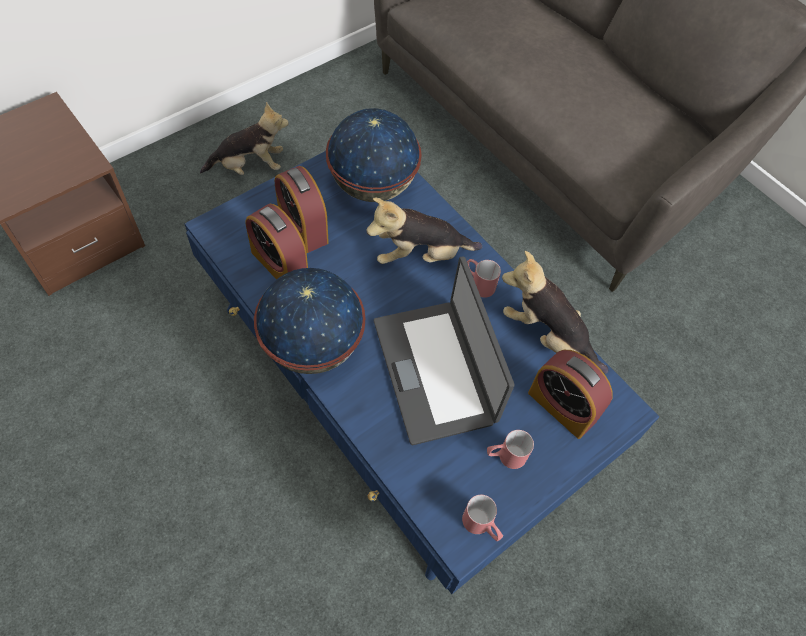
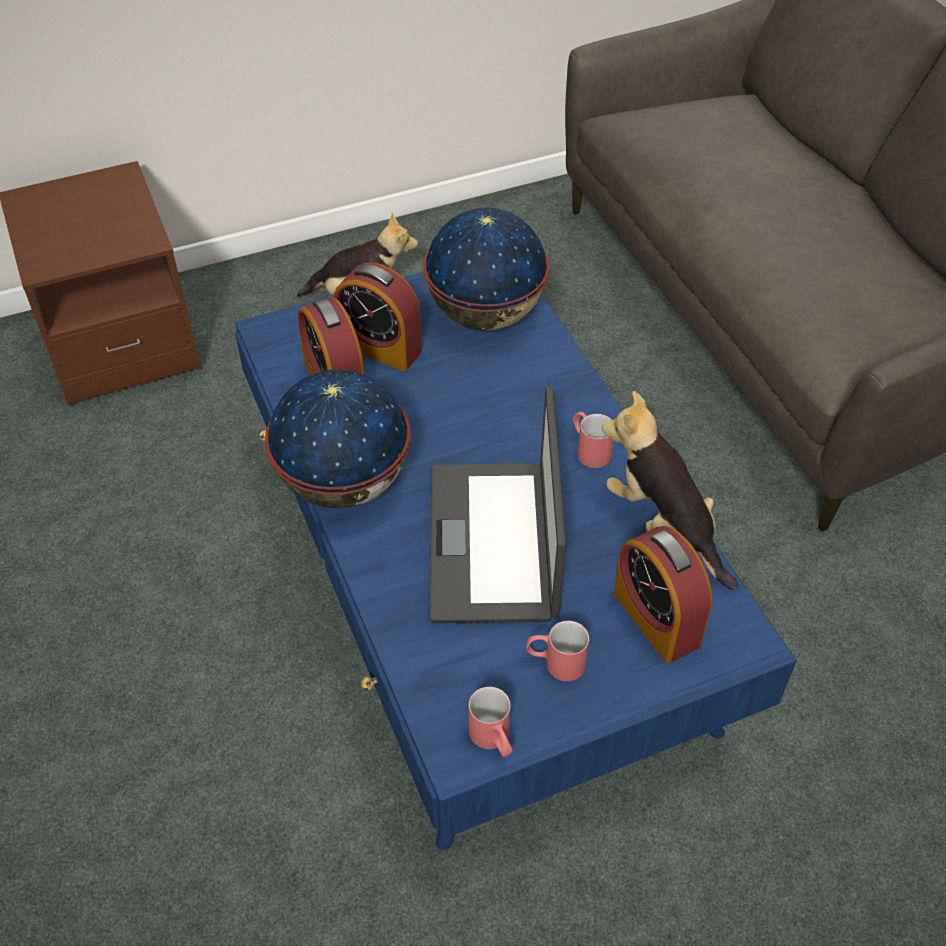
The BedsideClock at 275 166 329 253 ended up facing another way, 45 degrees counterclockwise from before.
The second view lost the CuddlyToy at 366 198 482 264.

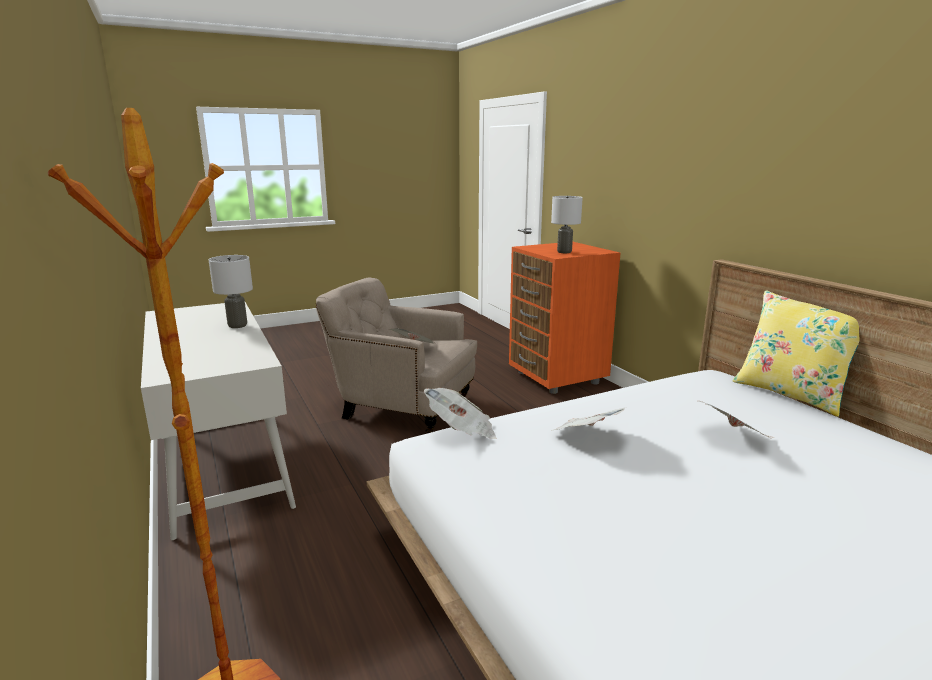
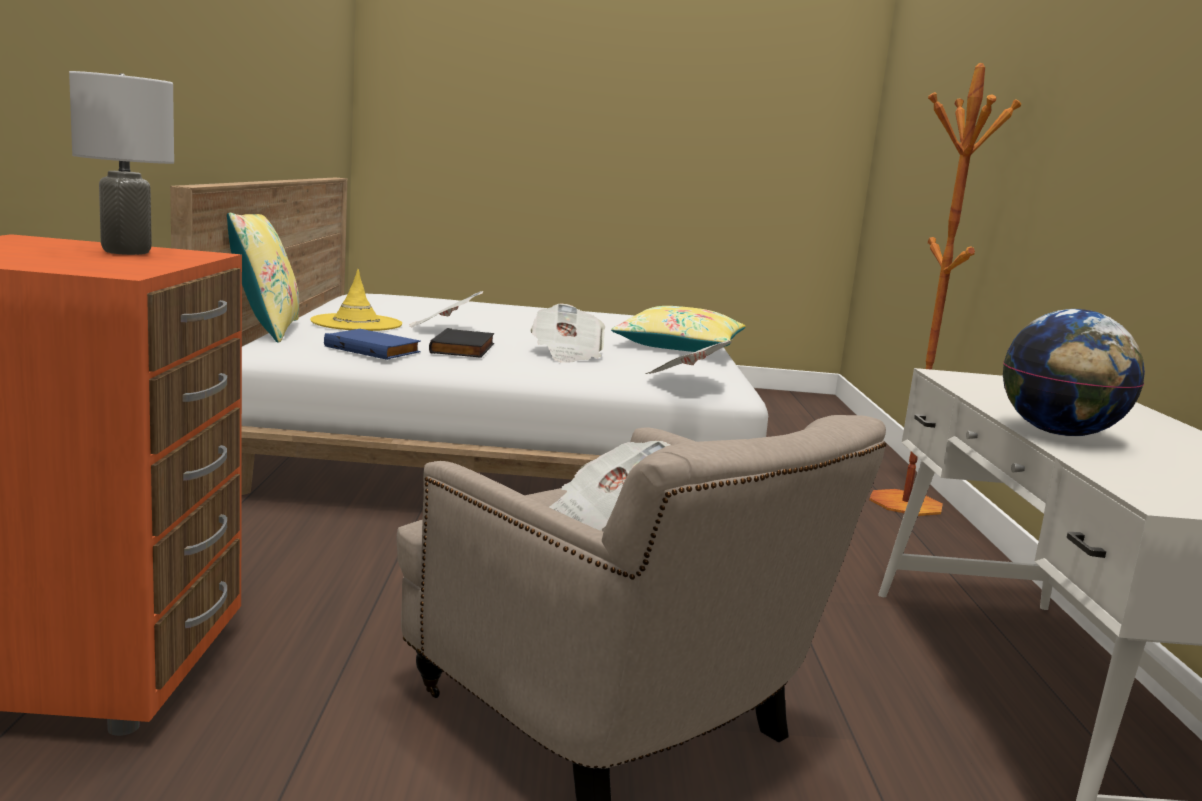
Where the WhiteLampForATable stood at 208 255 253 328, the DeskGlobe came to stand at 1003 309 1145 436.
The second view gained the YellowClothingHat at 310 269 402 331.
The second view gained the BlueColouredBook at 324 329 421 360.
The second view gained the BlackColouredBook at 429 328 495 358.
The second view gained the YellowPillow at 611 306 745 352.

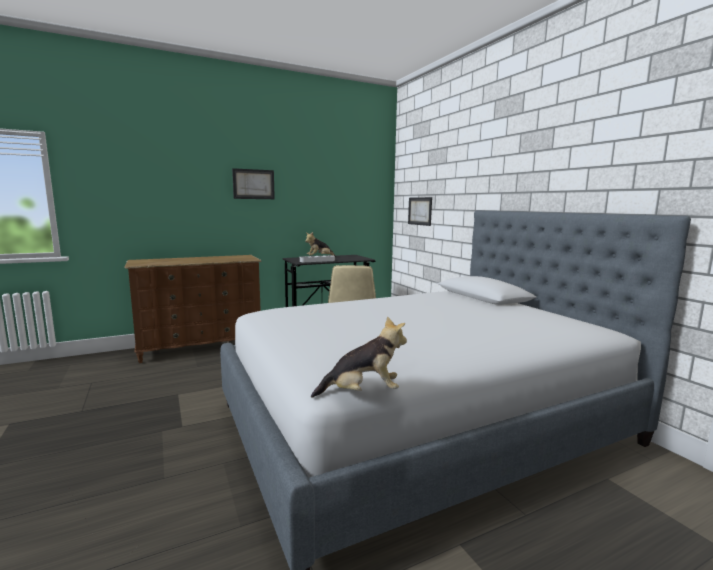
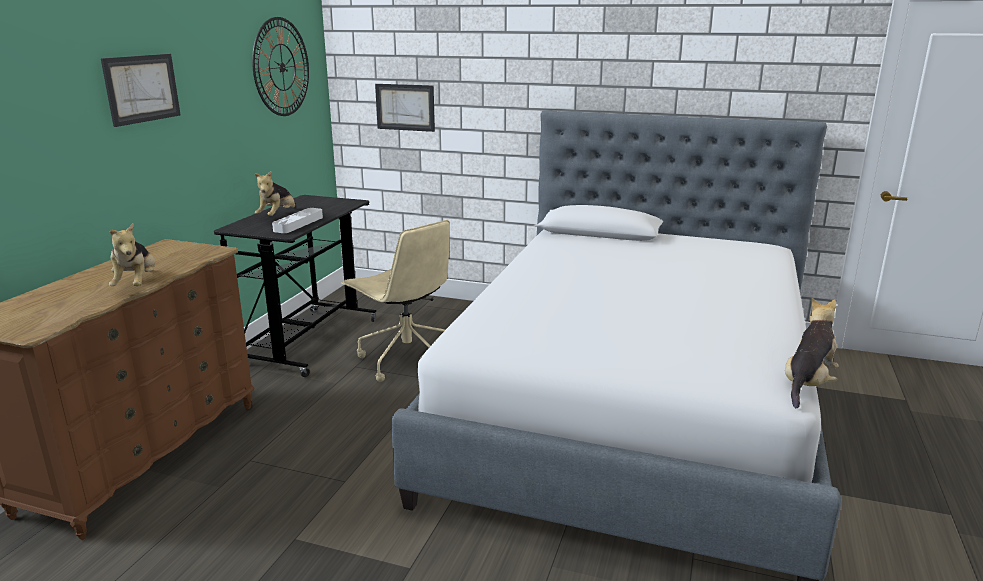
The second view gained the CuddlyToy at 109 224 155 286.
The second view gained the ClockOnTheWall at 252 17 309 116.

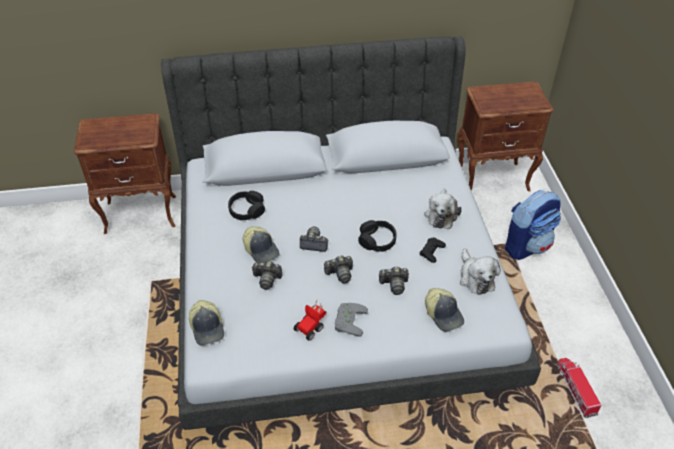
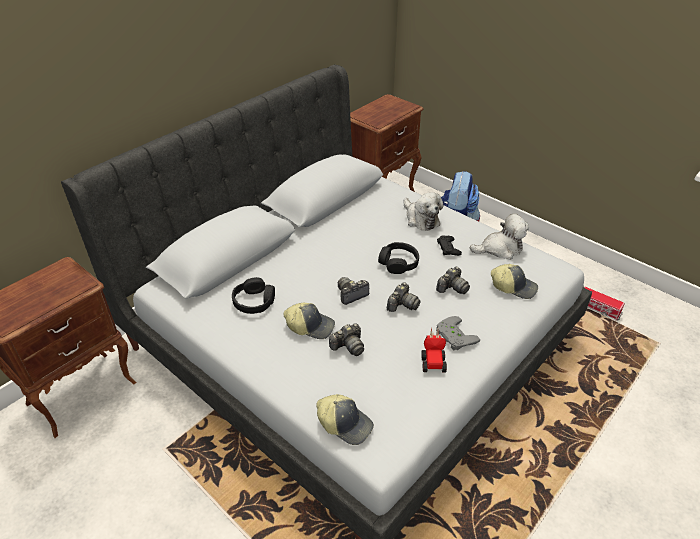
The CuddlyToy at 460 248 501 295 ended up facing another way, 45 degrees counterclockwise from before.

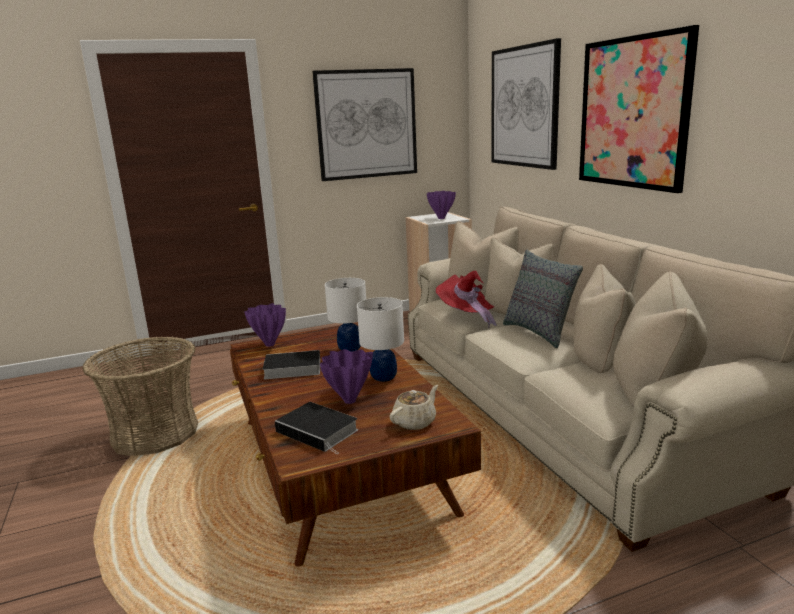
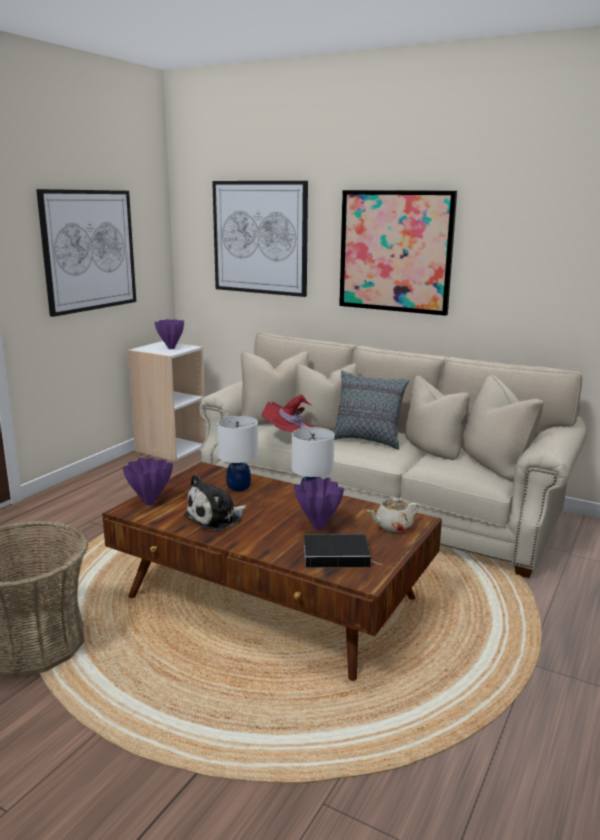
Where the Book stood at 256 350 320 379, the CuddlyToy came to stand at 184 474 246 530.
The SandColouredTeapot at 390 385 438 430 ended up facing another way, 120 degrees counterclockwise from before.

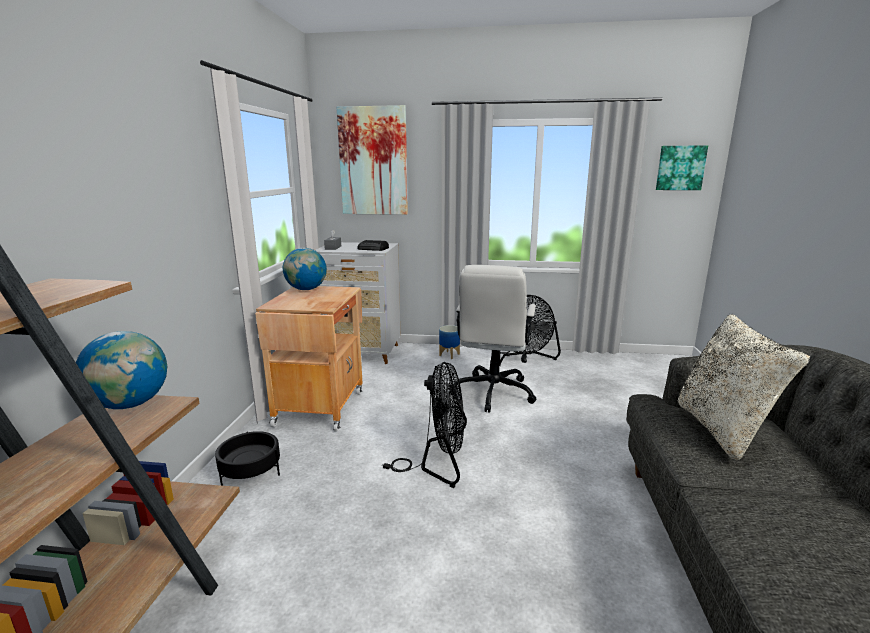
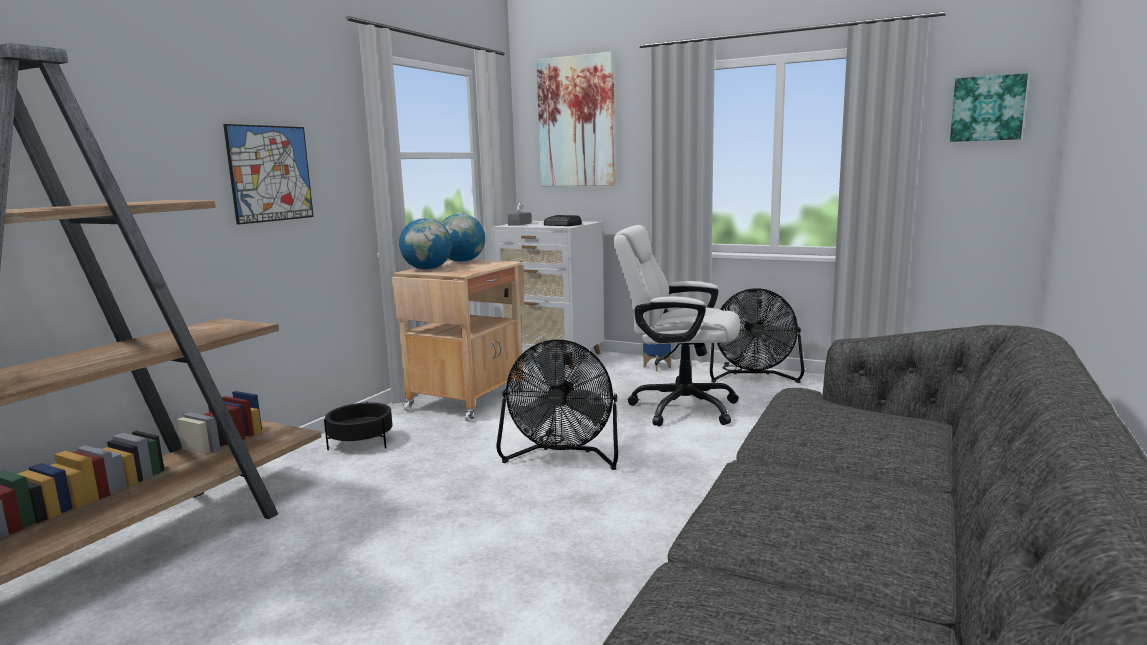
The DeskGlobe ended up elsewhere, having gone from 76 331 167 409 to 399 218 452 270.
The BlackColouredElectricFan at 382 362 467 488 ended up facing another way, 75 degrees clockwise from before.
The WhiteComputerChair at 449 265 536 413 ended up facing another way, 75 degrees clockwise from before.
The second view lost the SandColouredPillow at 678 314 810 461.
The second view gained the WallPicture at 223 124 314 225.

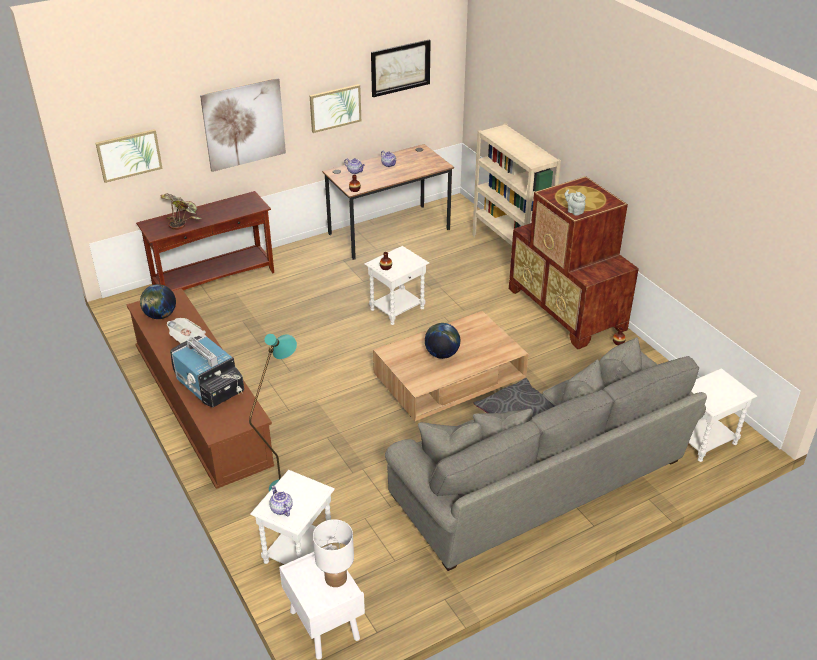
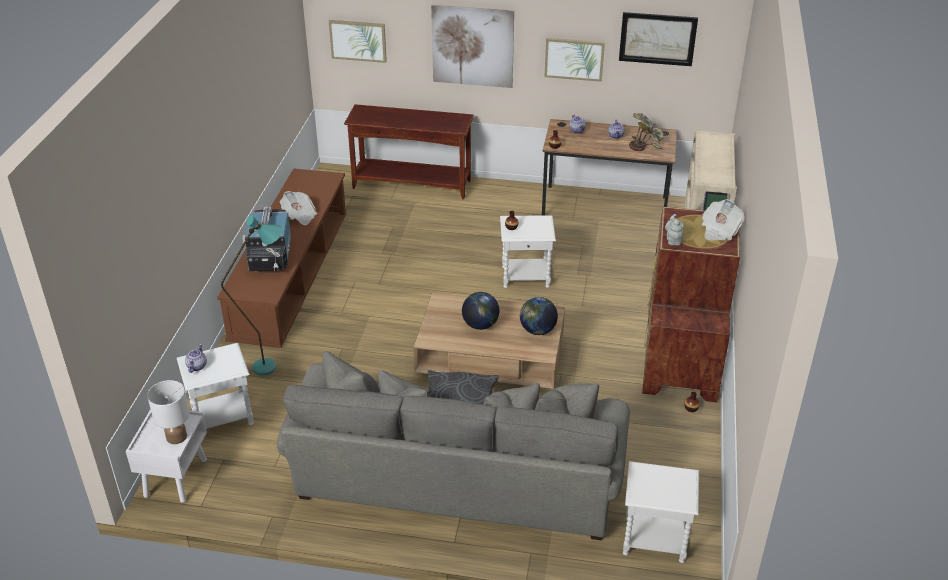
The DeskGlobe ended up elsewhere, having gone from 140 284 176 319 to 520 297 558 335.
The PlantInAPot ended up elsewhere, having gone from 160 193 202 230 to 629 113 664 151.
The second view gained the DailyPaper at 702 199 745 241.

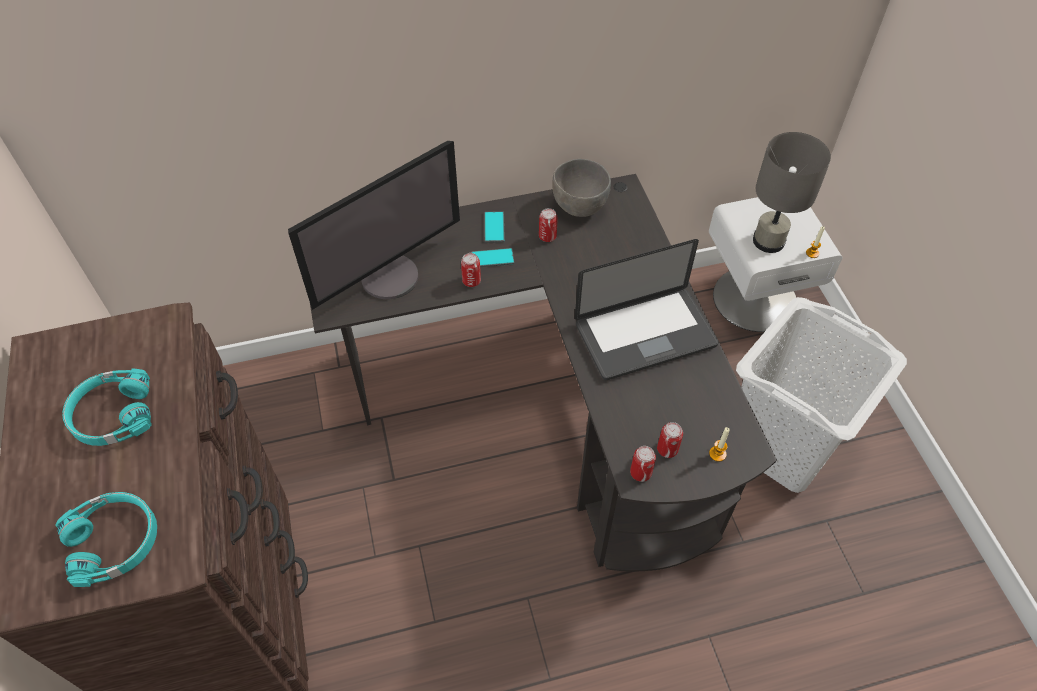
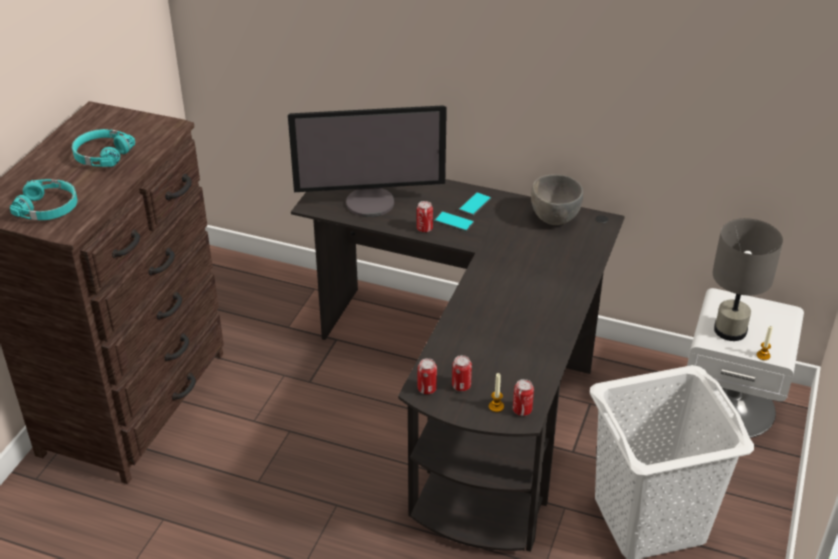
The SealedCan ended up elsewhere, having gone from 539 208 558 242 to 513 379 534 416.
The second view lost the PortableComputer at 575 239 719 380.

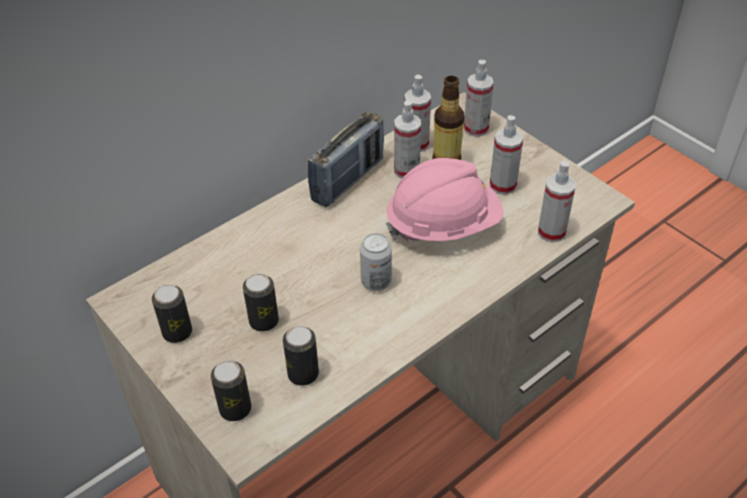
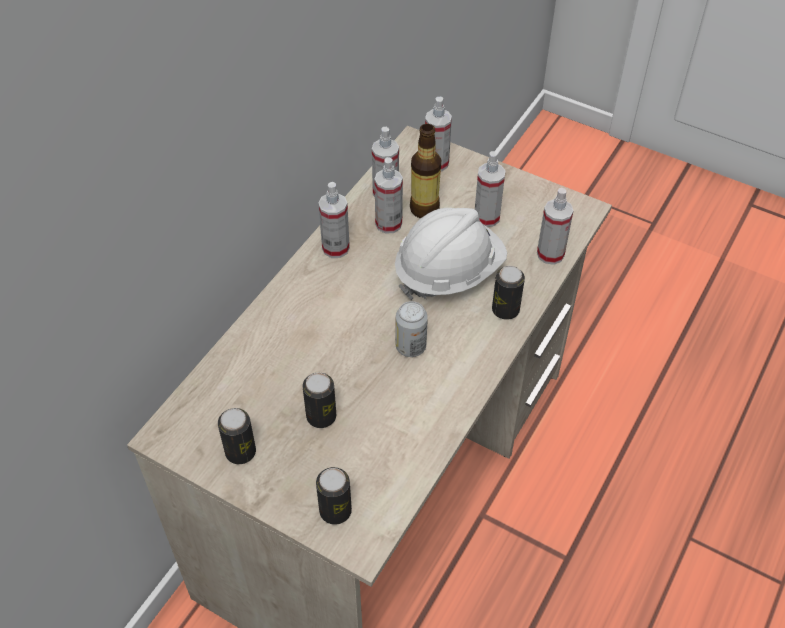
The SealedCan ended up elsewhere, having gone from 283 326 319 386 to 492 266 525 320.
Where the Radio stood at 308 112 384 207, the Sprayer came to stand at 318 182 350 258.
What was the PinkishSafetyHelmet at 386 158 503 242 turned into the WhiteSafetyHelmet at 395 208 507 300.

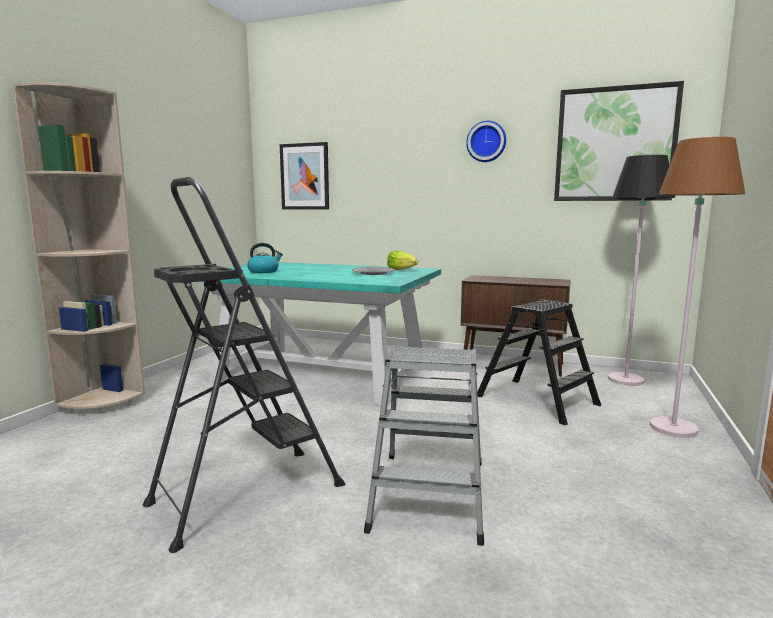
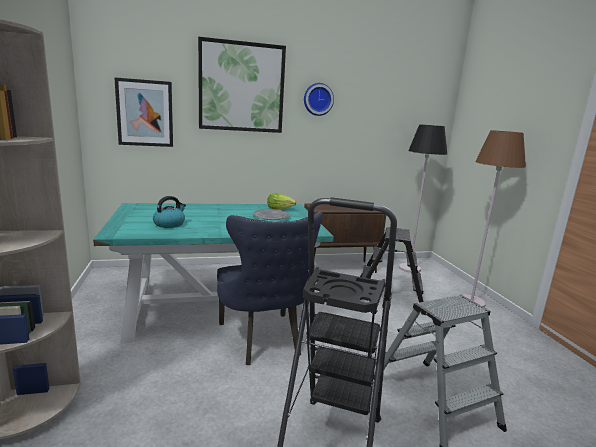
The WallPicture ended up elsewhere, having gone from 554 81 684 201 to 198 37 286 133.
The second view gained the BlueColouredUprightChair at 217 212 323 365.

